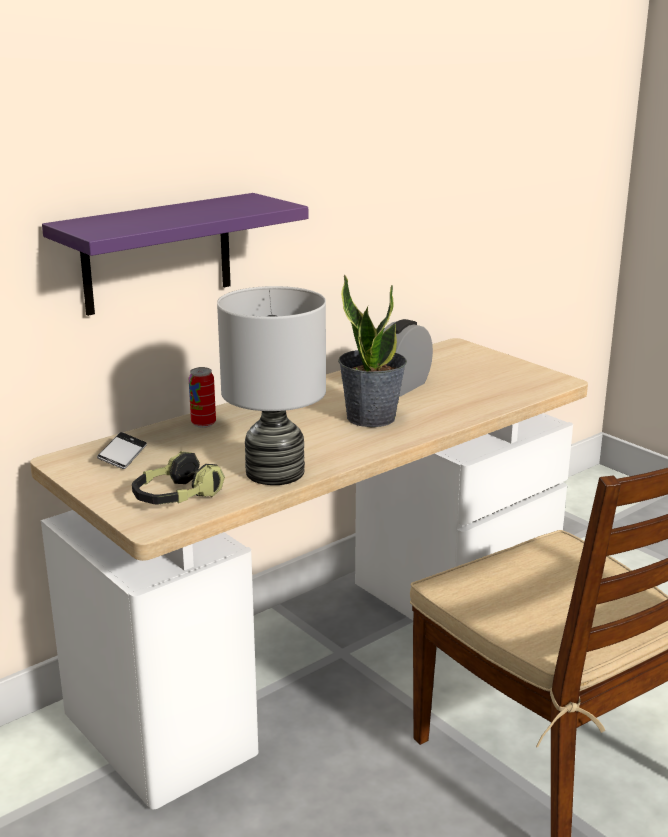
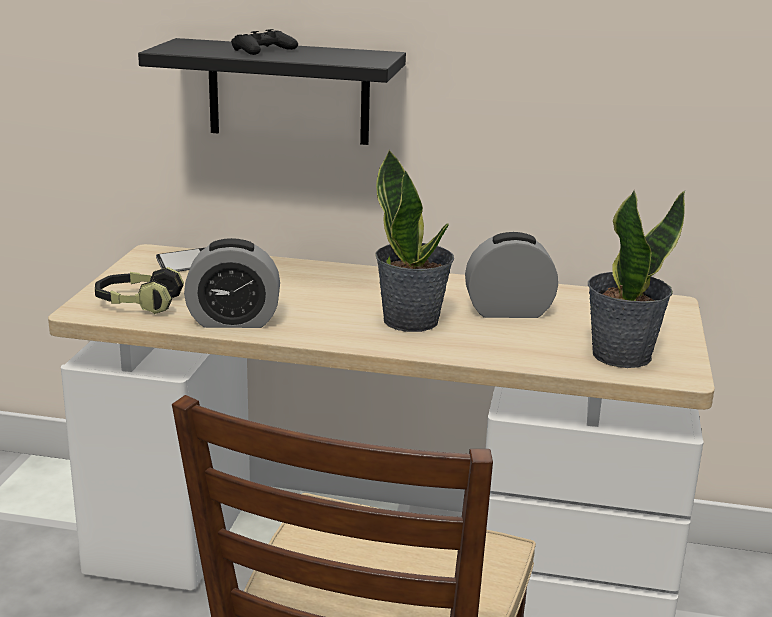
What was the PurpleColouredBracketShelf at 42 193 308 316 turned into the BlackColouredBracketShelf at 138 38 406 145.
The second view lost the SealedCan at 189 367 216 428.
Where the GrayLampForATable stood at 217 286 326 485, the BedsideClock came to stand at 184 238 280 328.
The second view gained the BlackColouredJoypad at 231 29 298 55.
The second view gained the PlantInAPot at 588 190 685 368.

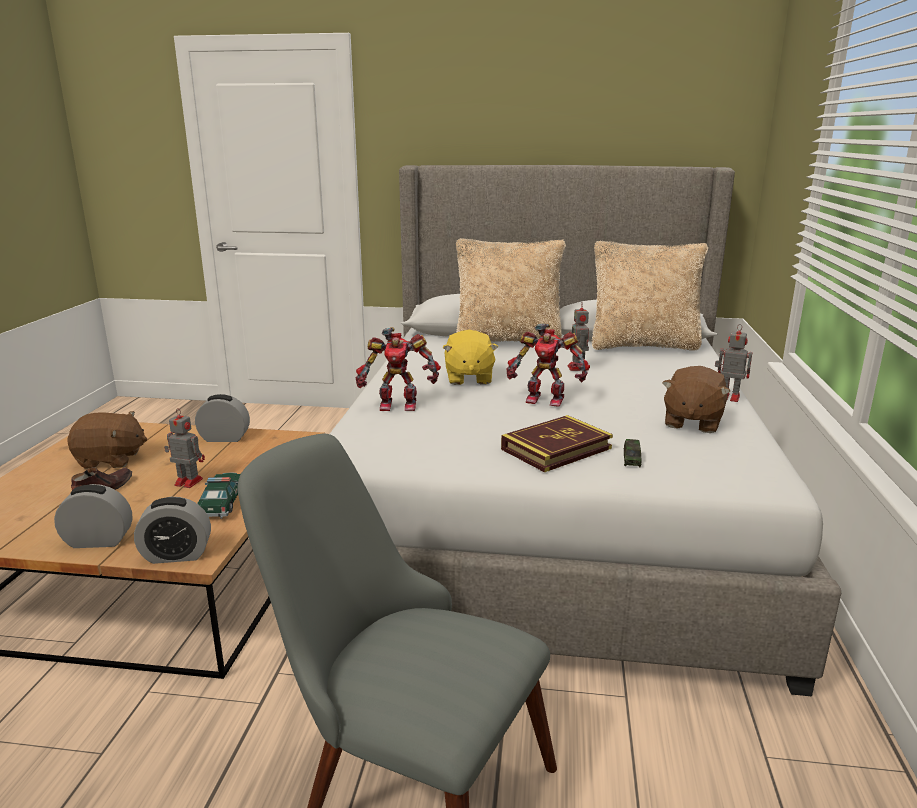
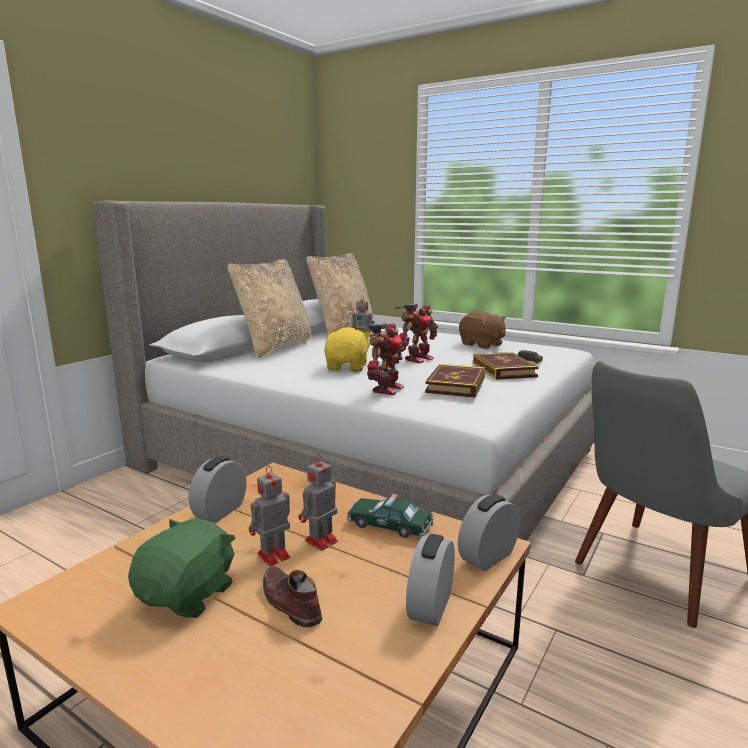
What was the BrownCuddlyToy at 67 411 147 469 turned into the GreenCuddlyToy at 128 518 236 618.
The BedsideClock at 134 497 211 564 ended up facing another way, 150 degrees counterclockwise from before.
The YellowCuddlyToy at 443 330 498 385 ended up facing another way, 105 degrees counterclockwise from before.
The ModelRobot ended up elsewhere, having gone from 715 324 753 402 to 249 465 290 566.
The second view gained the Book at 425 364 485 398.

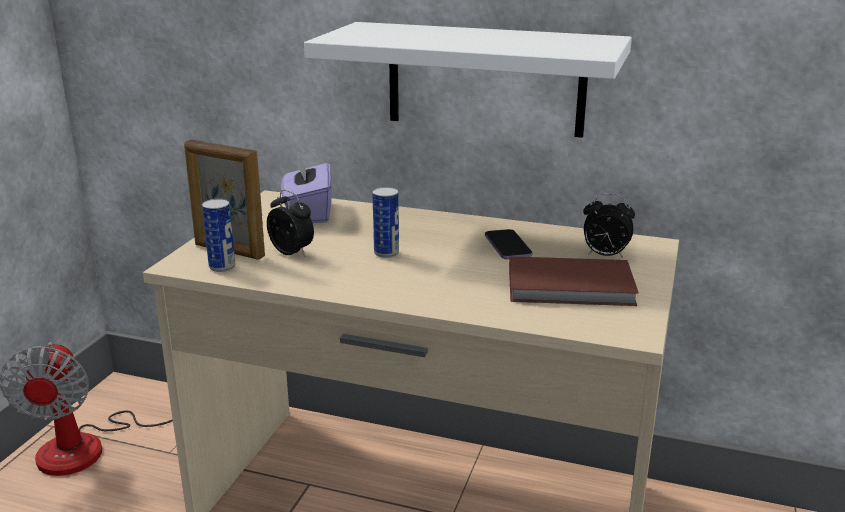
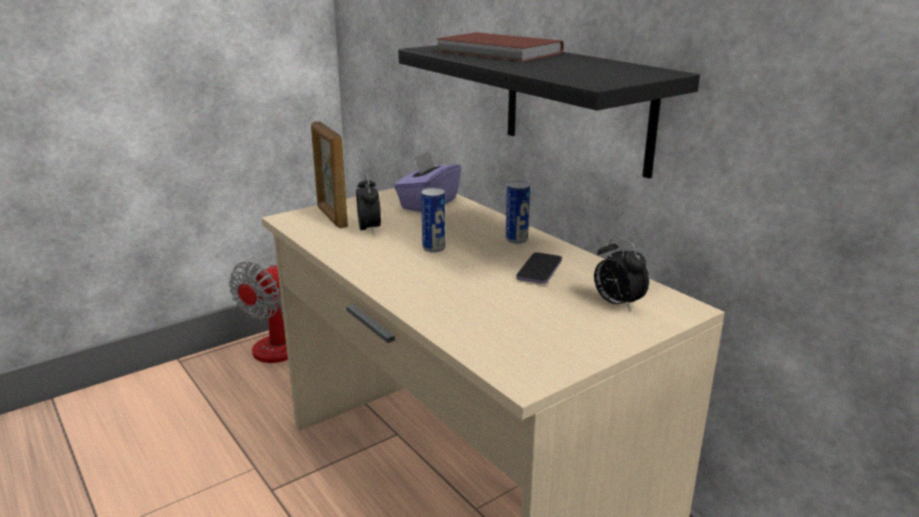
The SealedCan ended up elsewhere, having gone from 202 199 235 272 to 506 181 530 244.
What was the WhiteBracketShelf at 304 22 632 138 turned into the BlackColouredBracketShelf at 398 45 700 179.
The BrownBook ended up elsewhere, having gone from 509 256 639 306 to 435 32 564 62.

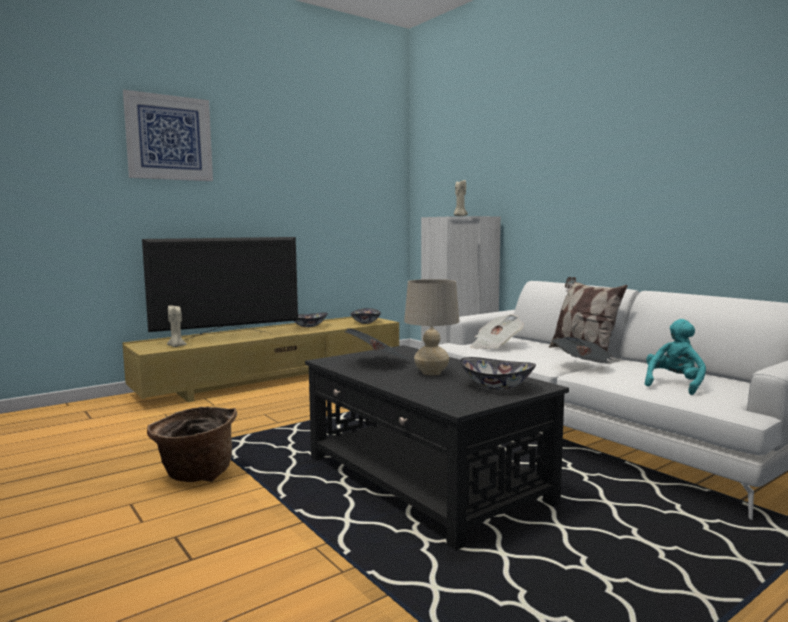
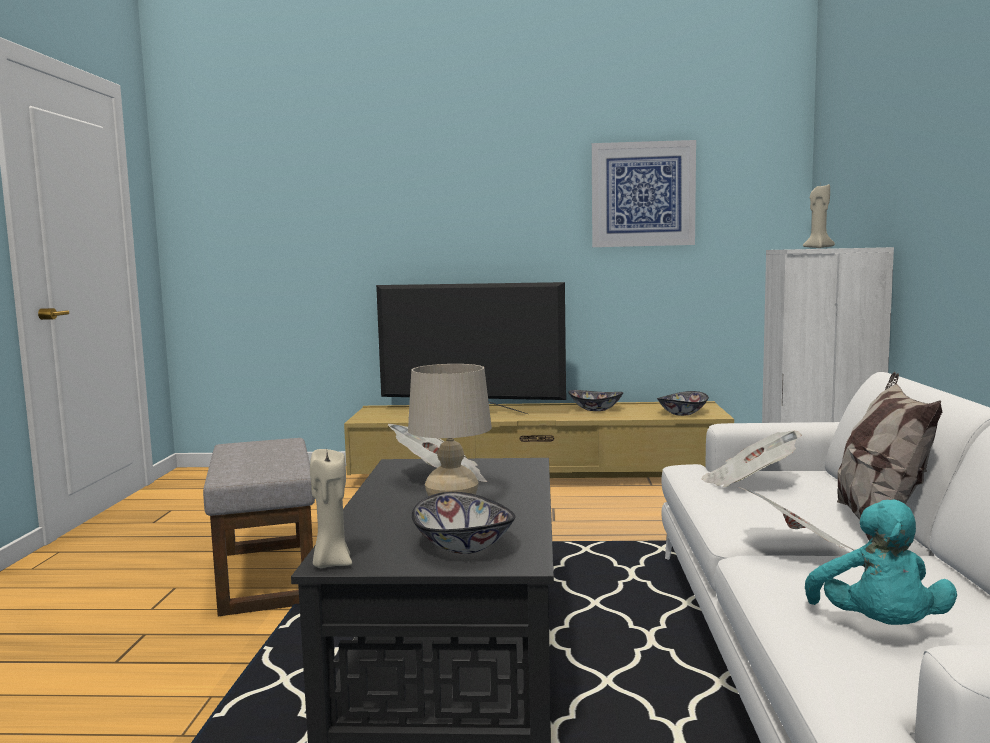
The WallPicture ended up elsewhere, having gone from 123 90 213 181 to 592 140 696 247.
Where the StorageBasket stood at 147 407 237 482, the GrayPouffe came to stand at 203 438 315 616.
The SandColouredCandle ended up elsewhere, having gone from 167 305 187 347 to 310 449 352 568.
The BlueGreenCuddlyToy at 645 319 706 395 ended up facing another way, 105 degrees clockwise from before.

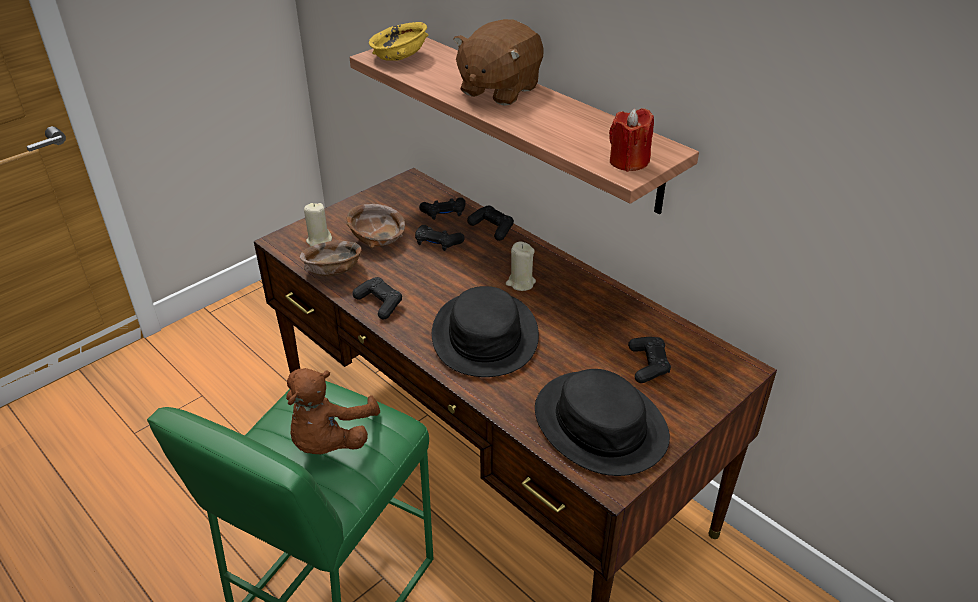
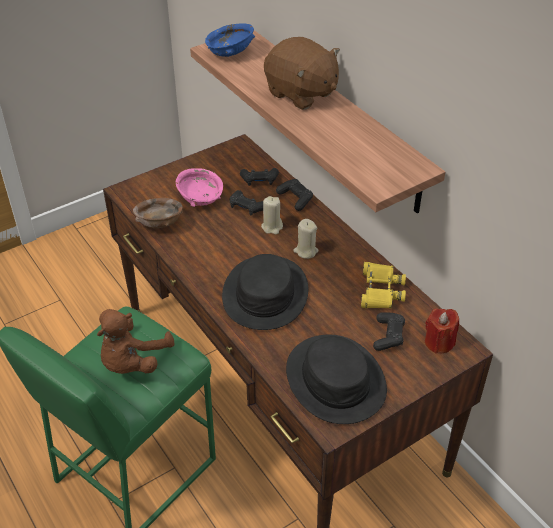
The SandColouredCandle ended up elsewhere, having gone from 304 203 332 246 to 261 196 283 234.
What was the BrownBowl at 347 204 405 248 turned into the PinkishBowl at 176 168 223 207.
The second view lost the BlackColouredJoypad at 352 277 402 319.
What was the YellowBowl at 369 22 428 61 turned into the BlueColouredBowl at 205 23 255 57.
The BrownCuddlyToy at 453 19 544 106 ended up facing another way, 90 degrees counterclockwise from before.
The RedCandle ended up elsewhere, having gone from 609 108 654 172 to 425 308 459 354.
The second view gained the YellowPairOfBinoculars at 361 262 406 308.

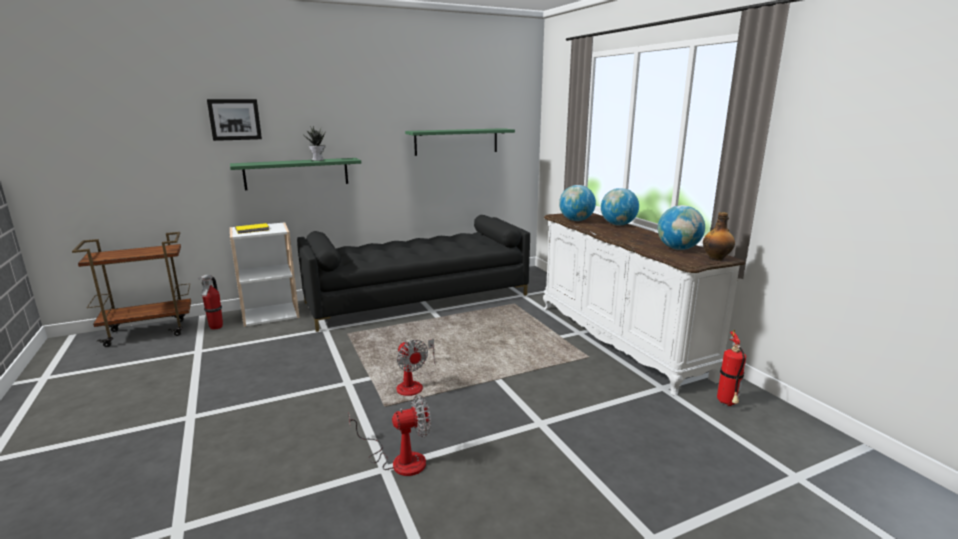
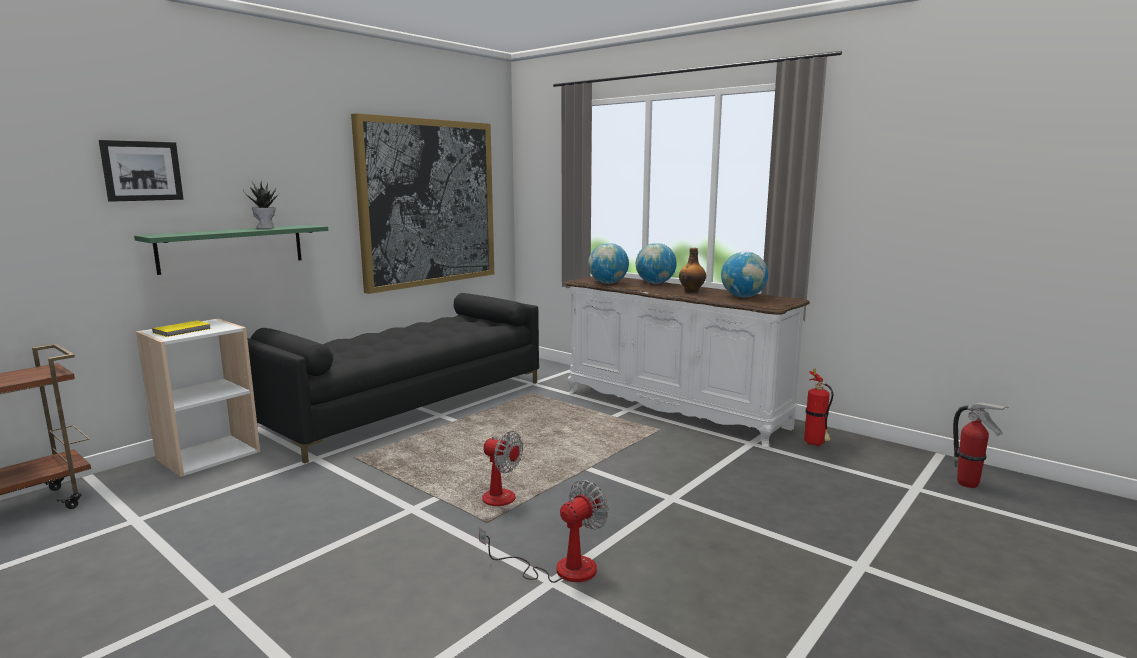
The FireFightingCylinder ended up elsewhere, having gone from 197 275 223 330 to 953 403 1008 488.
Where the GreenBracketShelf hung at 405 128 515 156, the WallPicture came to hang at 351 113 494 294.
The DrinkBottle ended up elsewhere, having gone from 703 212 735 261 to 679 248 706 292.

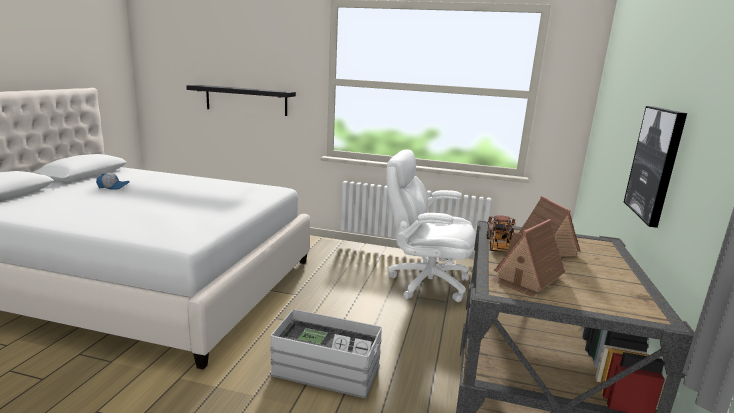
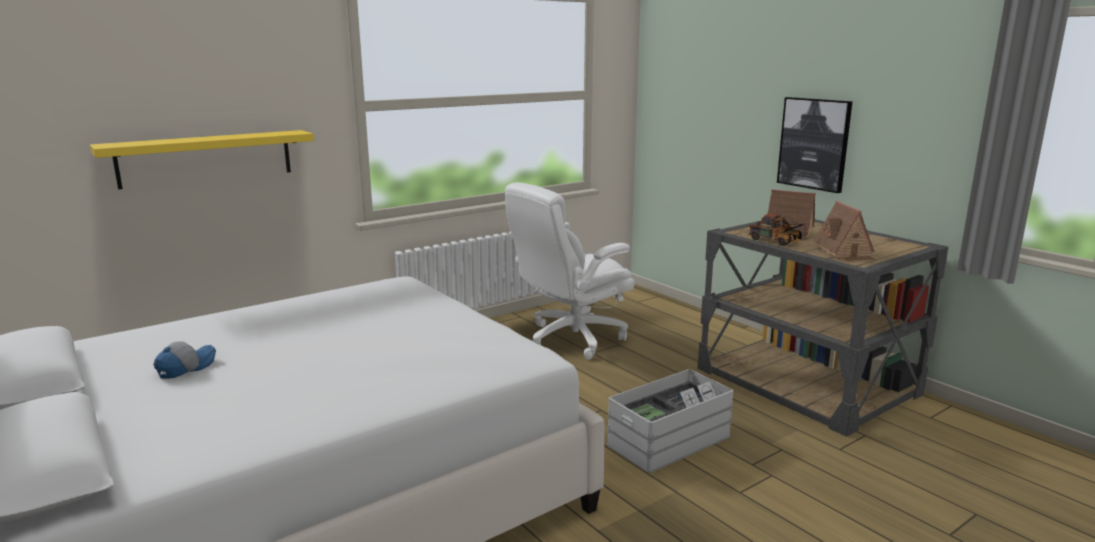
What was the BlackColouredBracketShelf at 186 85 296 116 turned into the YellowBracketShelf at 90 130 314 190.

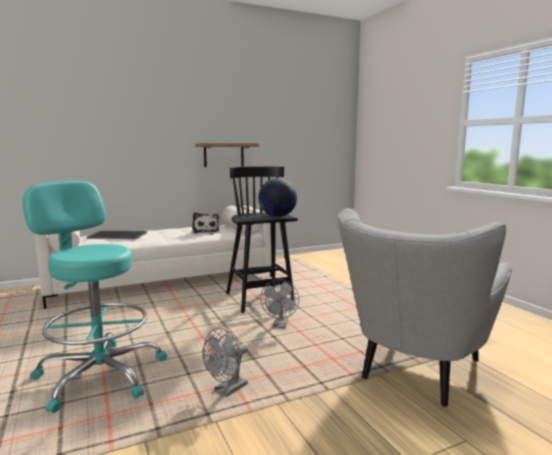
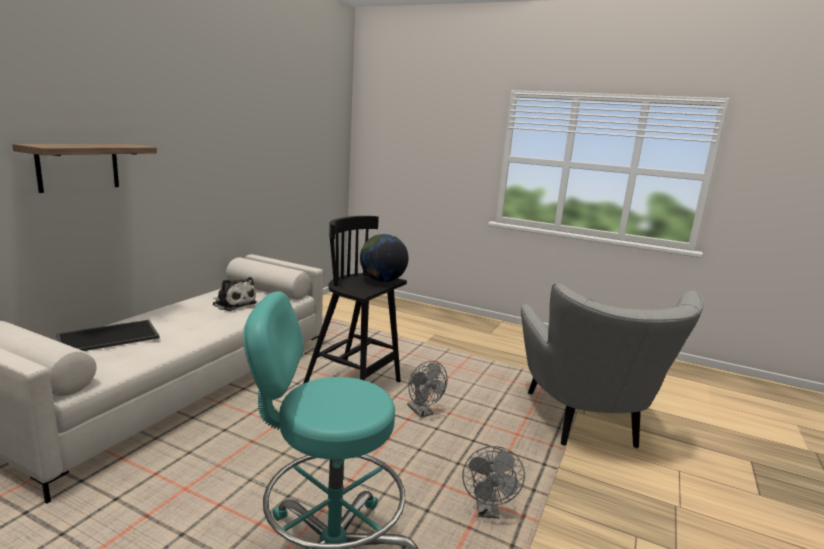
The BracketShelf ended up elsewhere, having gone from 195 143 259 167 to 12 144 157 193.

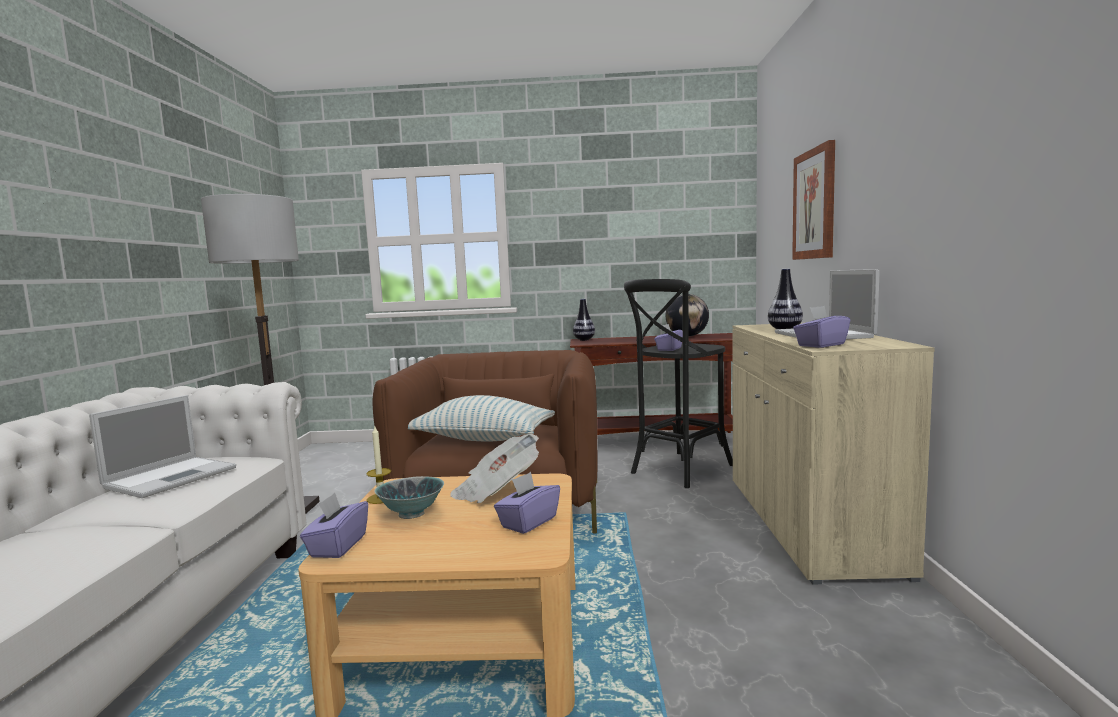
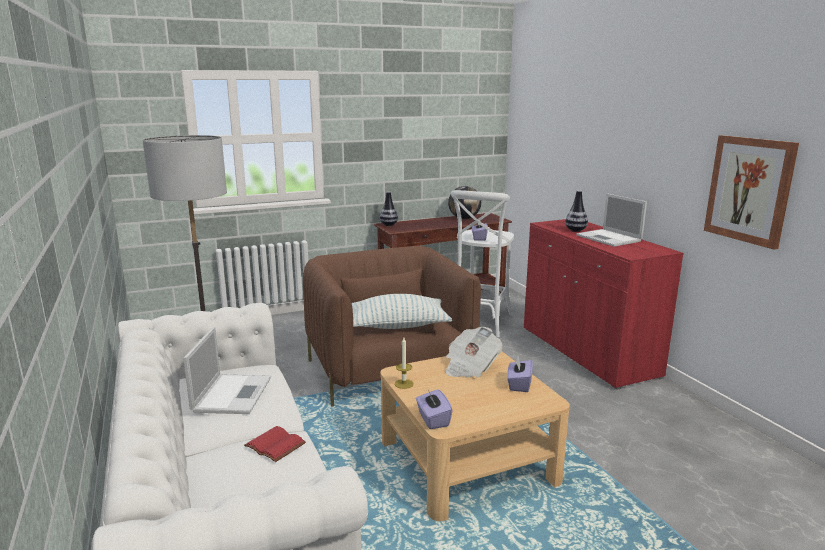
The second view lost the Bowl at 374 476 444 519.
What was the BlackColouredSittingStool at 624 279 733 488 turned into the WhiteSittingStool at 451 190 514 337.
What was the SandColouredCupboard at 733 323 935 584 turned into the RedCupboard at 524 219 684 390.
The WallPicture ended up elsewhere, having gone from 792 140 835 260 to 704 135 799 250.
The second view lost the PurpleColouredBoxOfTissues at 793 306 850 348.
The second view gained the RedBook at 244 426 306 462.

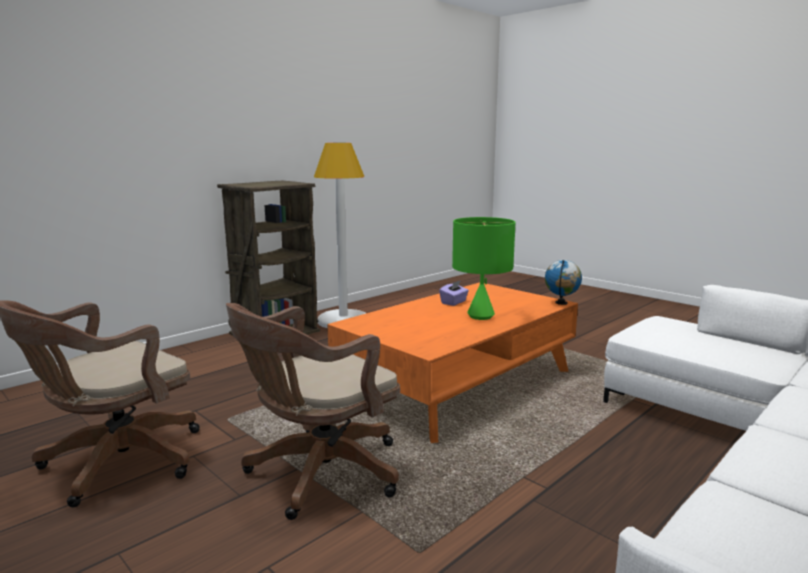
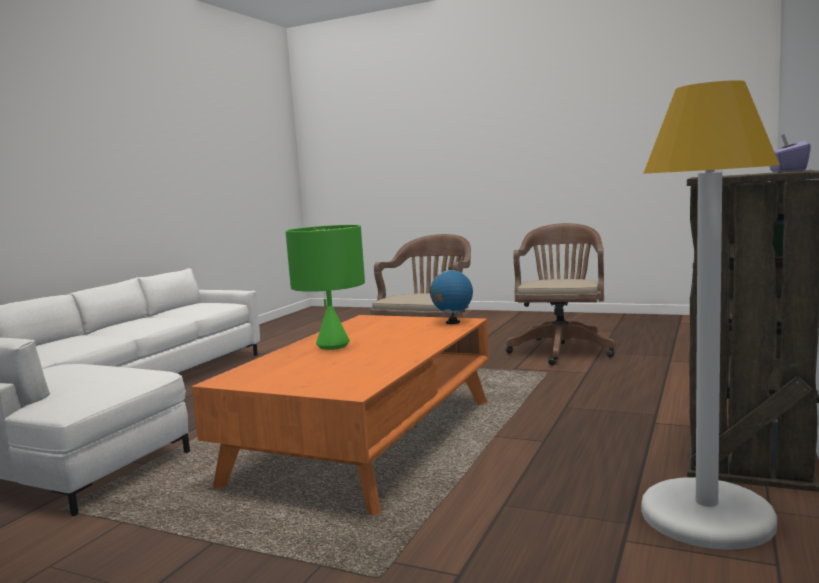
The PurpleColouredBoxOfTissues ended up elsewhere, having gone from 439 280 469 306 to 770 134 811 172.
The DeskGlobe ended up elsewhere, having gone from 545 260 582 305 to 430 267 473 324.

